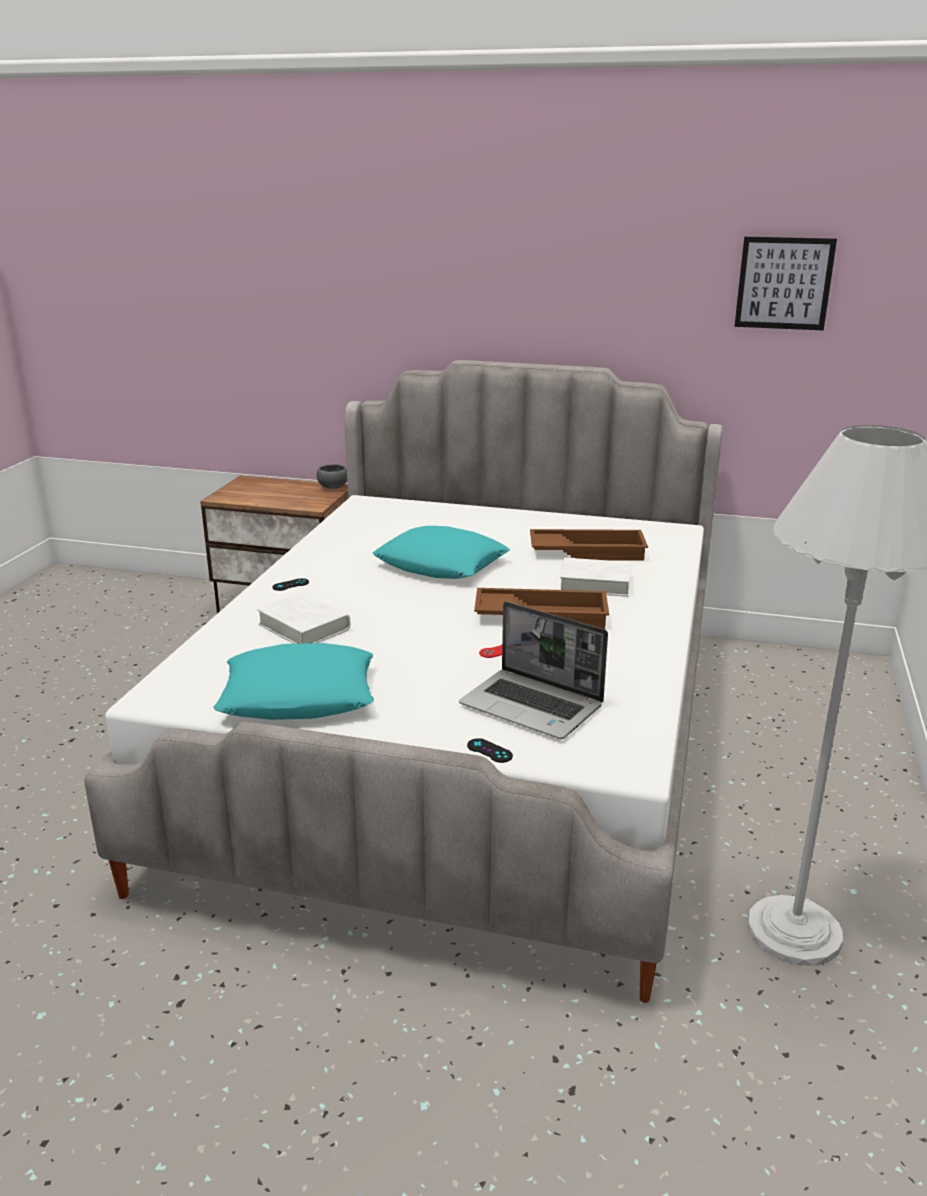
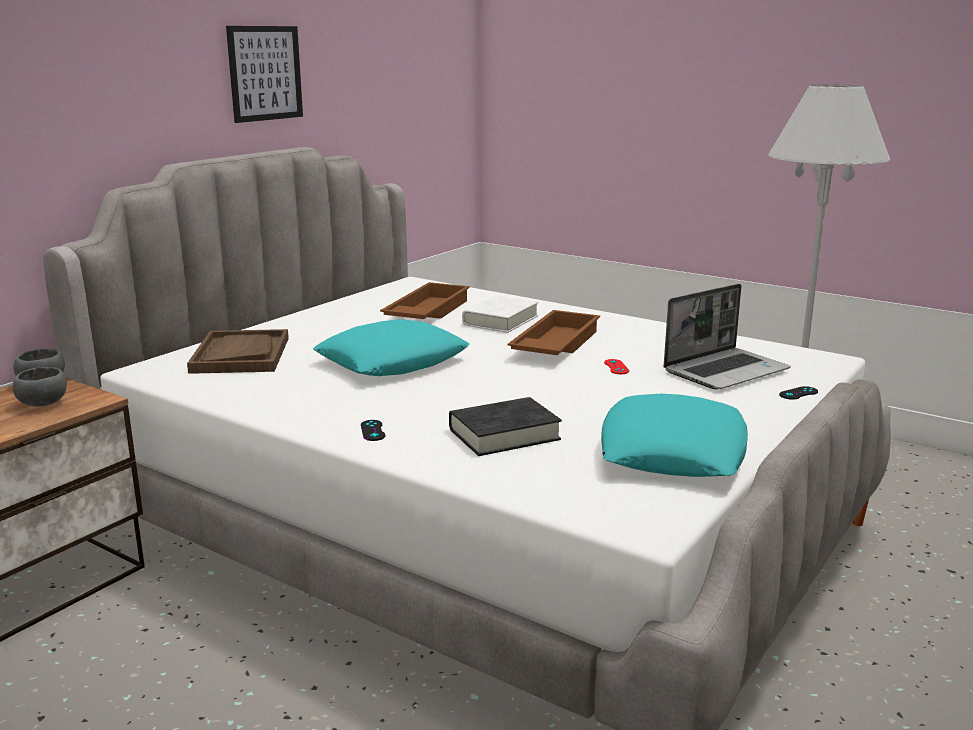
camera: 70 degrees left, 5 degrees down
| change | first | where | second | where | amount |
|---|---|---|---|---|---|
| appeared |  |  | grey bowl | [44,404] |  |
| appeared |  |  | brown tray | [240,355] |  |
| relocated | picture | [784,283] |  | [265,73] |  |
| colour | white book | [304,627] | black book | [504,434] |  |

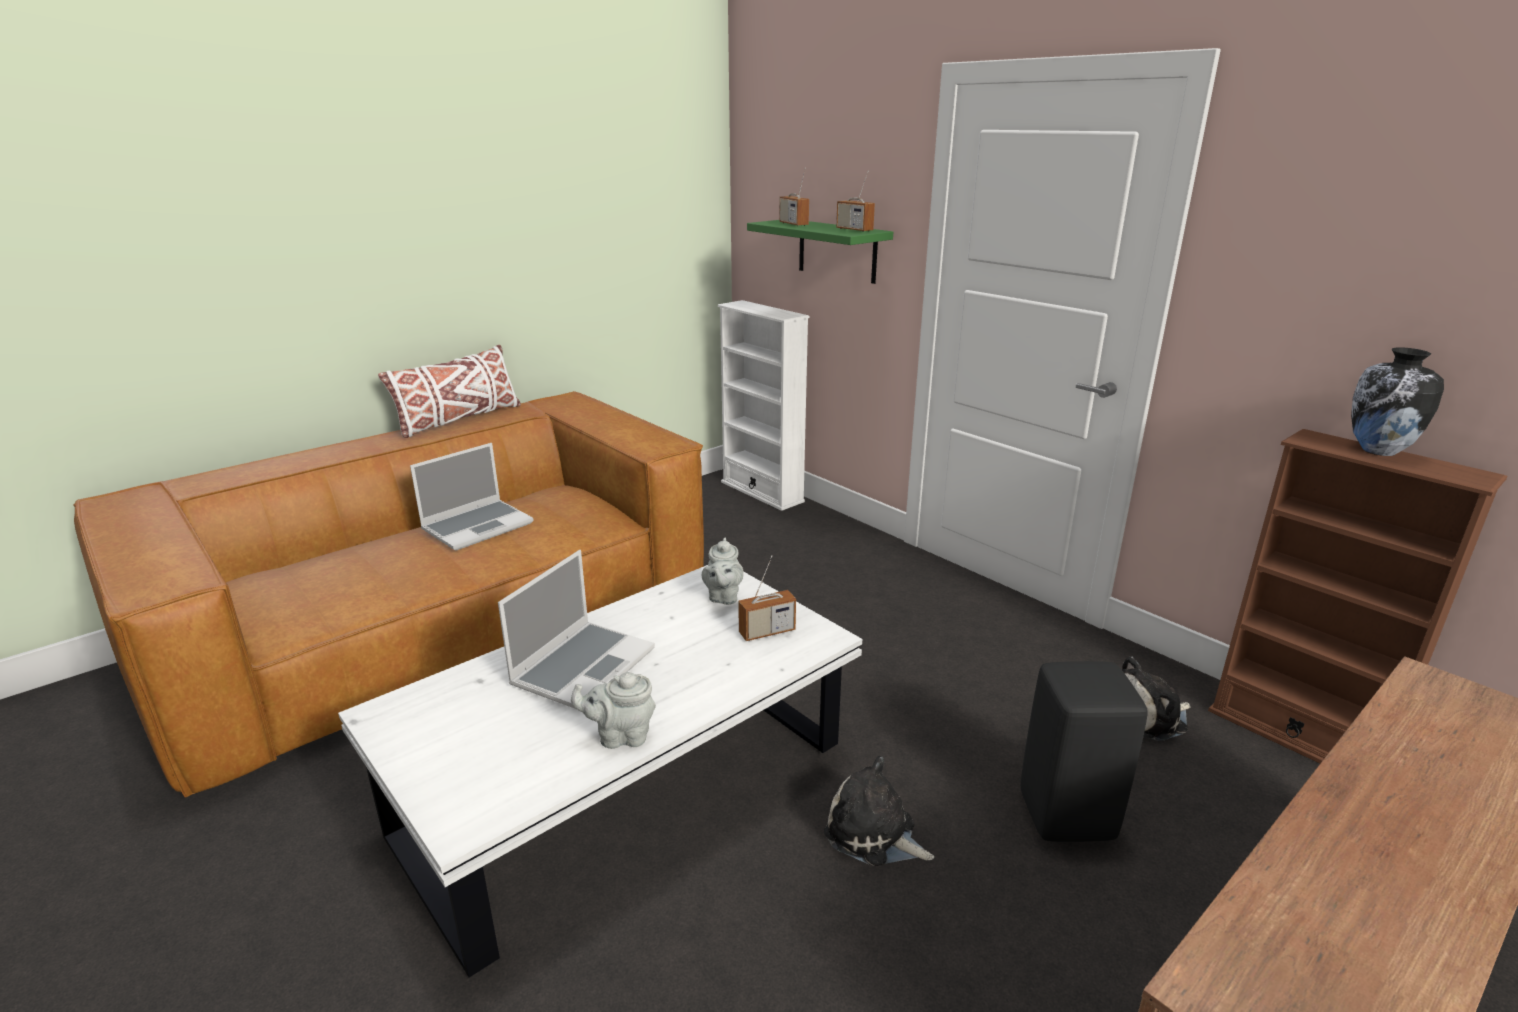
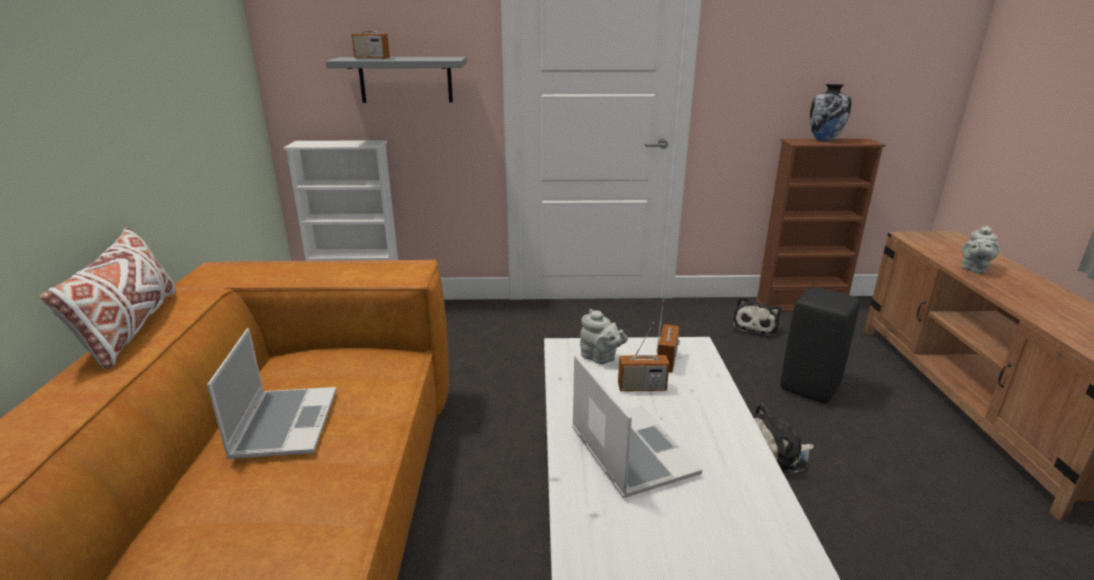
camera: 50 degrees left, 0 degrees up
| change | first | where | second | where | amount |
|---|---|---|---|---|---|
| colour | green shelf | [837,250] | grey shelf | [405,79] |  |
| relocated | radio | [854,230] |  | [641,387] |  |
| relocated | grey teapot | [620,736] |  | [973,269] |  |

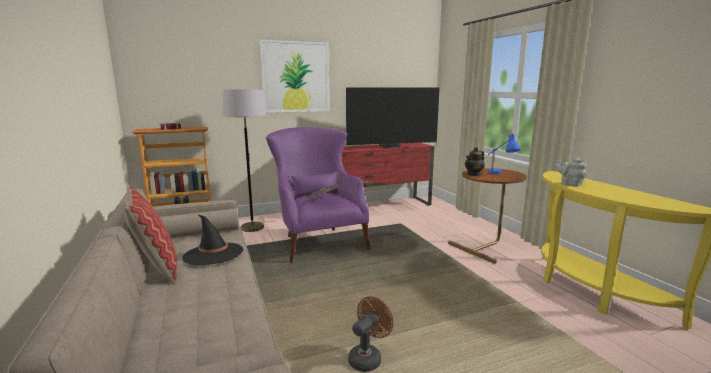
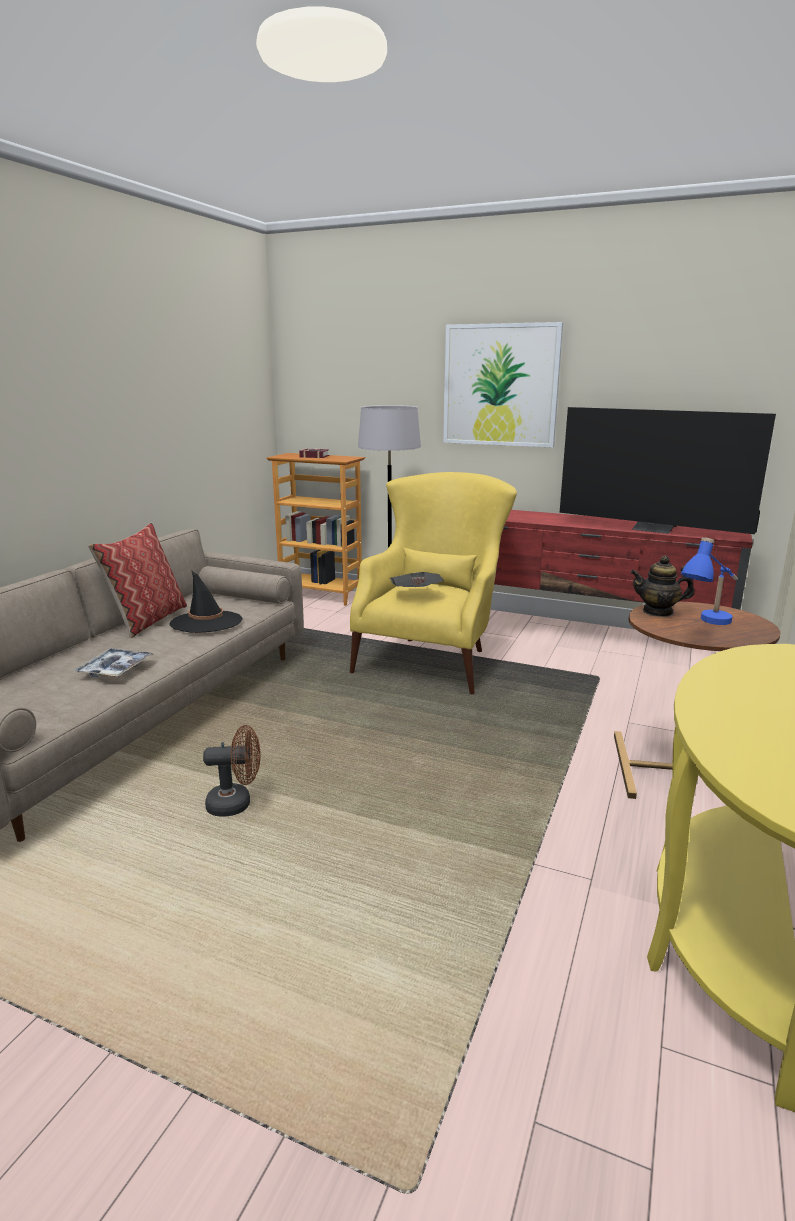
camera: 45 degrees right, 5 degrees up
| change | first | where | second | where | amount |
|---|---|---|---|---|---|
| appeared |  |  | tray | [115,669] |  |
| colour | purple armchair | [317,239] | yellow armchair | [434,656] |  |
| missing | grey teapot | [569,184] |  |  |  |

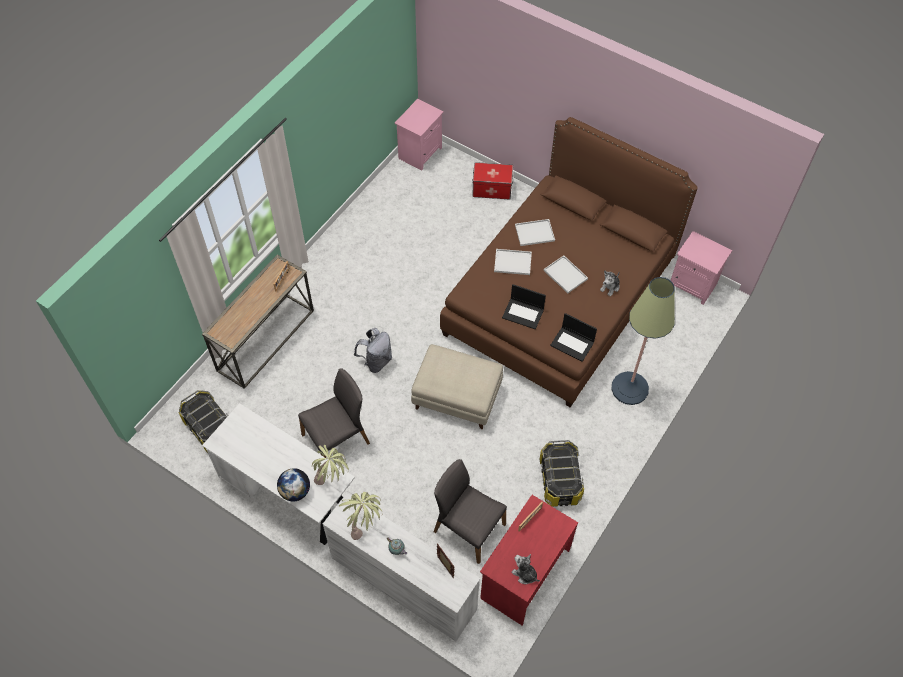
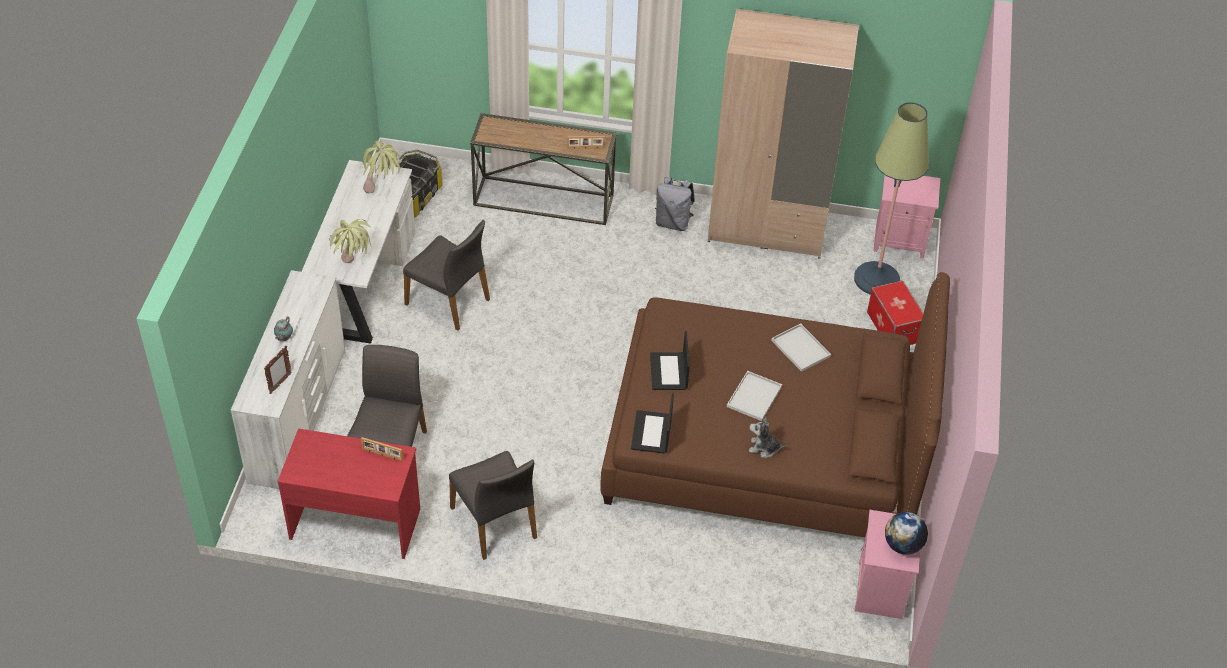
camera: 65 degrees right, 10 degrees down
| change | first | where | second | where | amount |
|---|---|---|---|---|---|
| relocated | potted plant | [364,525] |  | [383,192] |  |
| exchanged | storage box | [560,480] | grey chair | [495,522] |  |
| relocated | grey backpack | [376,361] |  | [673,222] |  |
| appeared |  |  | beige wardrobe | [767,228] |  |
| relocated | floor lamp | [629,388] |  | [876,279] |  |
| relocated | globe | [295,491] |  | [902,545] |  |
| missing | beige ottoman | [458,397] |  |  |  |
| missing | white tray | [512,262] |  |  |  |
| missing | plush toy | [524,574] |  |  |  |

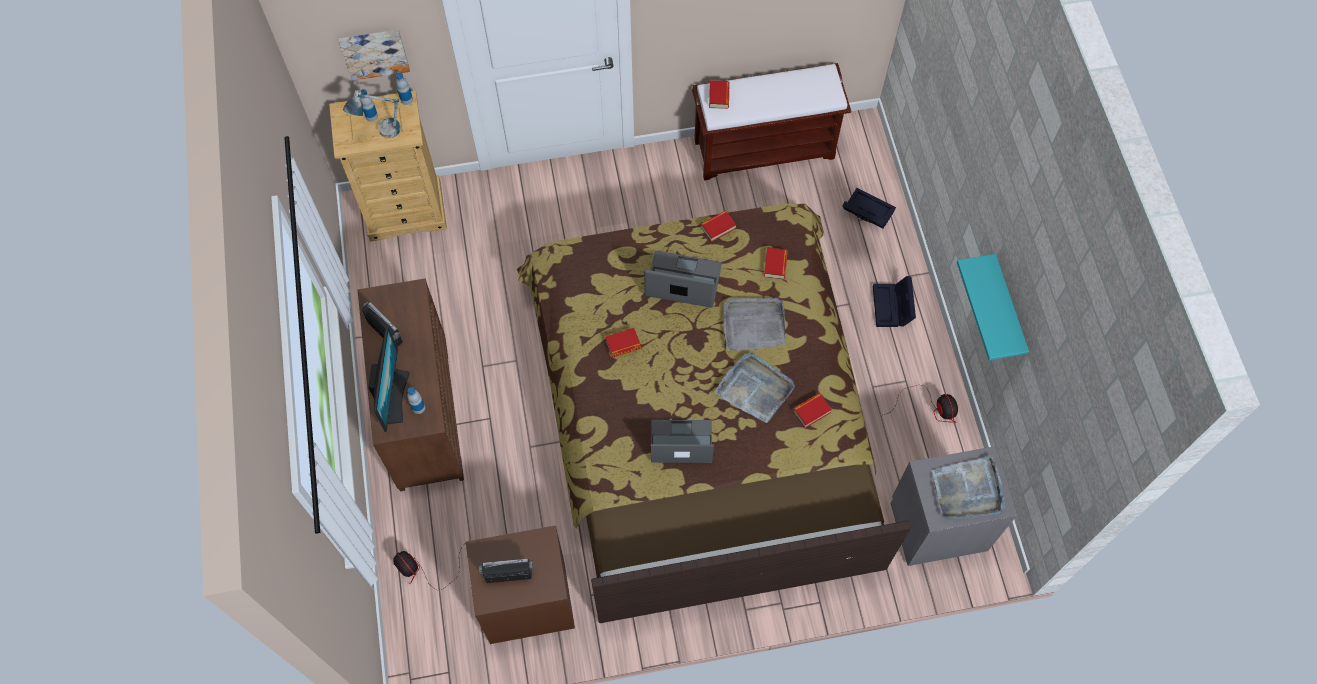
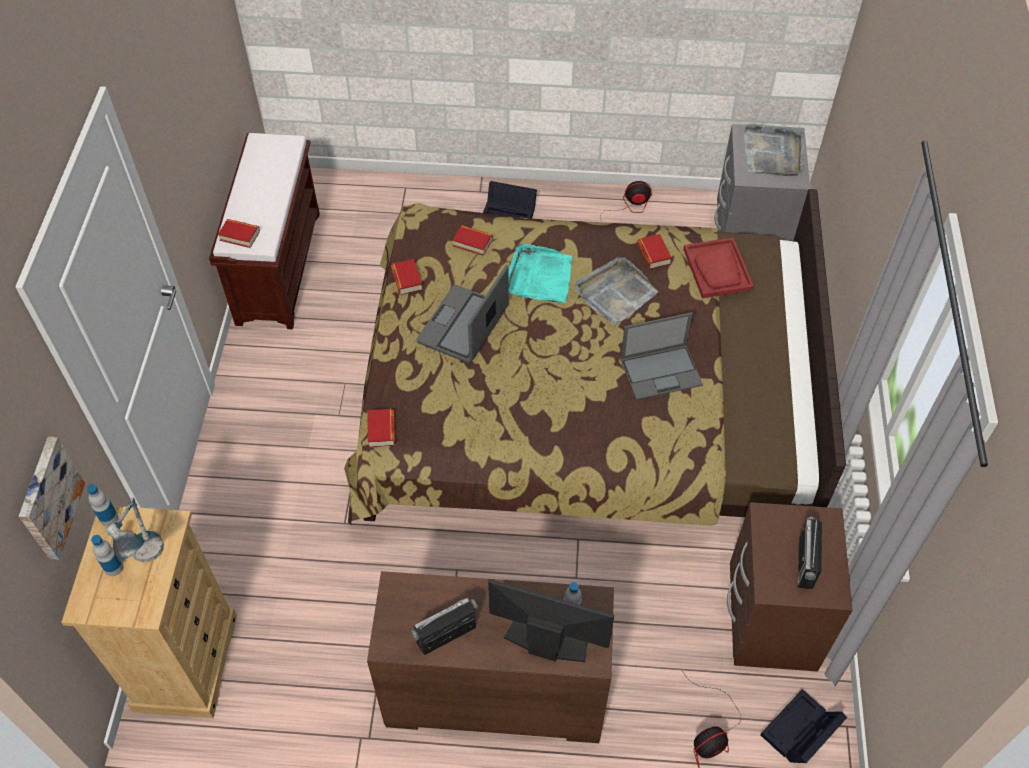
camera: 75 degrees left, 10 degrees down
| change | first | where | second | where | amount |
|---|---|---|---|---|---|
| relocated | book | [623,344] |  | [381,430] |  |
| colour | grey tray | [753,325] | turquoise tray | [539,277] |  |
| spun | laptop | [680,442] |  | [661,371] | 120 degrees counterclockwise |
| appeared |  |  | red tray | [717,269] |  |
| relocated | black storage box | [866,212] |  | [799,732] |  |
| missing | turquoise shelf | [1007,311] |  |  |  |

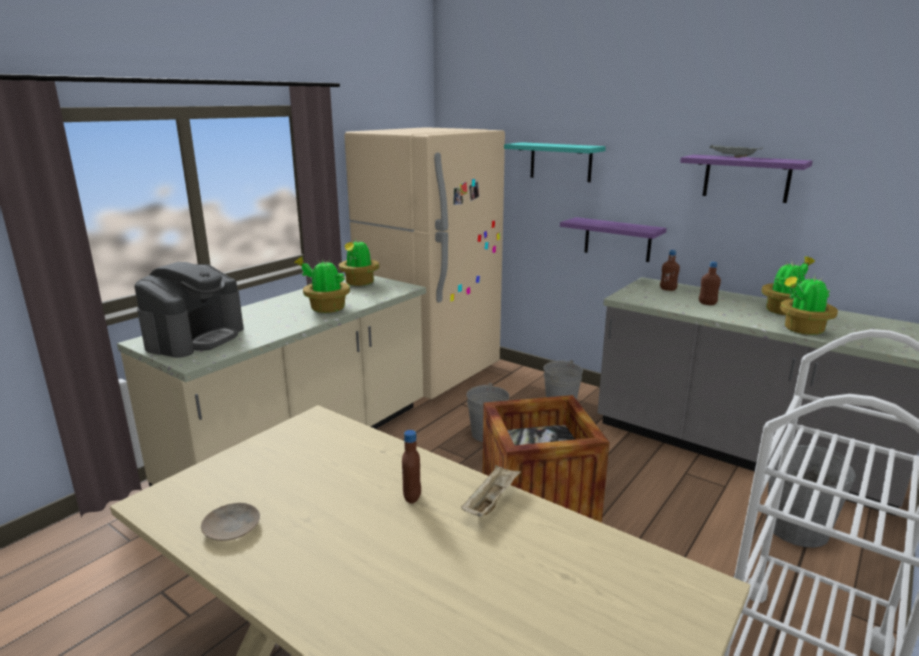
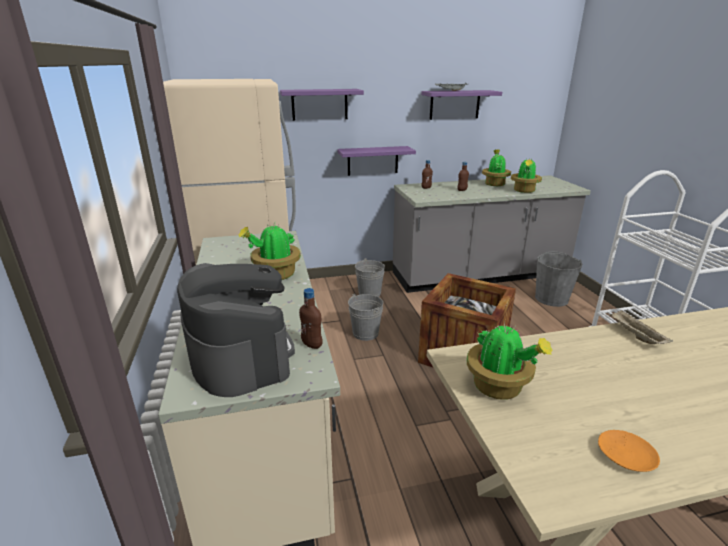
camera: 50 degrees left, 5 degrees up
| change | first | where | second | where | amount |
|---|---|---|---|---|---|
| colour | turquoise shelf | [560,162] | purple shelf | [319,104] |  |
| relocated | brown bottle | [412,497] |  | [312,344] |  |
| relocated | potted plant | [359,283] |  | [499,387] |  |
| colour | beige plate | [232,527] | orange plate | [625,455] |  |

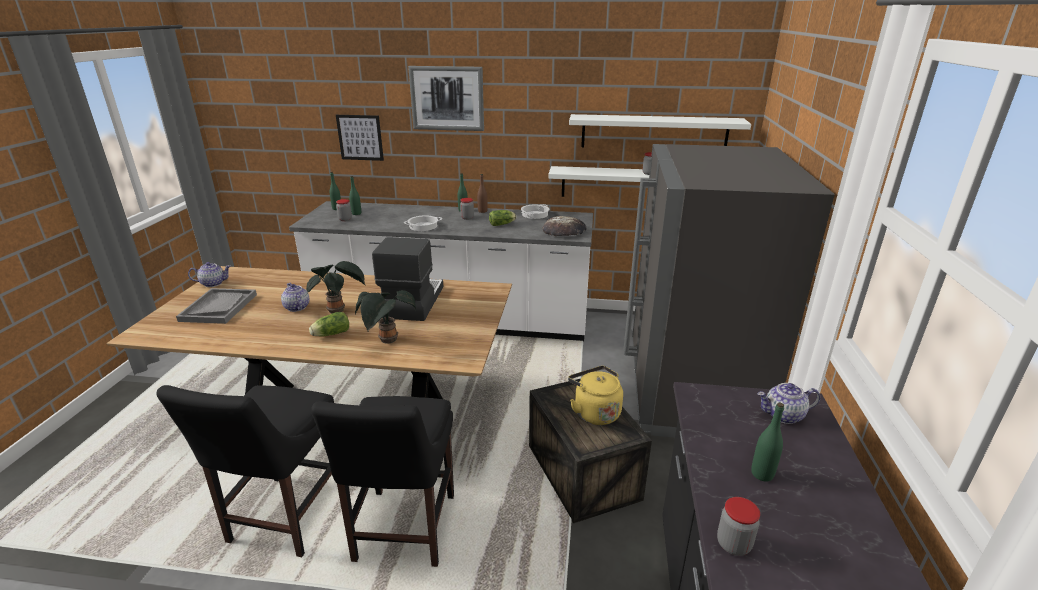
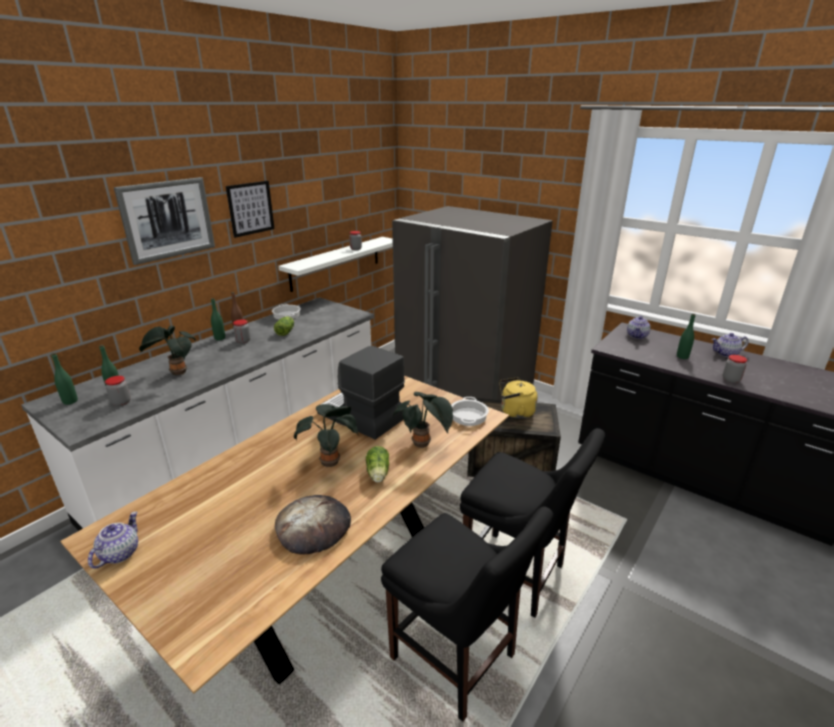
camera: 60 degrees left, 0 degrees up
| change | first | where | second | where | amount |
|---|---|---|---|---|---|
| appeared |  |  | potted plant | [176,373] |  |
| relocated | picture | [360,137] |  | [250,208] |  |
| relocated | bread | [564,231] |  | [313,527] |  |
| relocated | cooking pot | [423,226] |  | [469,416] |  |
| relocated | teapot | [296,307] |  | [726,354] |  |
| missing | grey tray | [219,307] |  |  |  |
| missing | white shelf | [654,132] |  |  |  |

